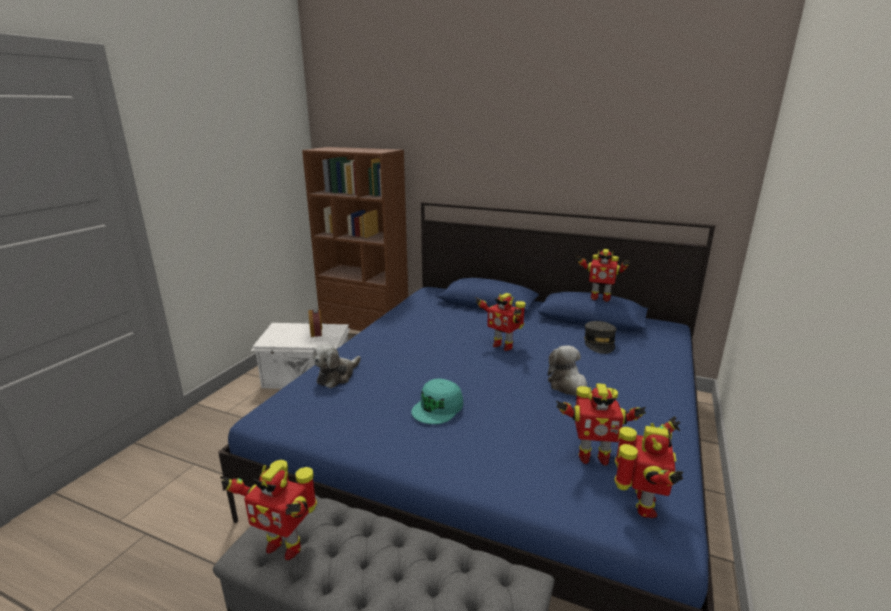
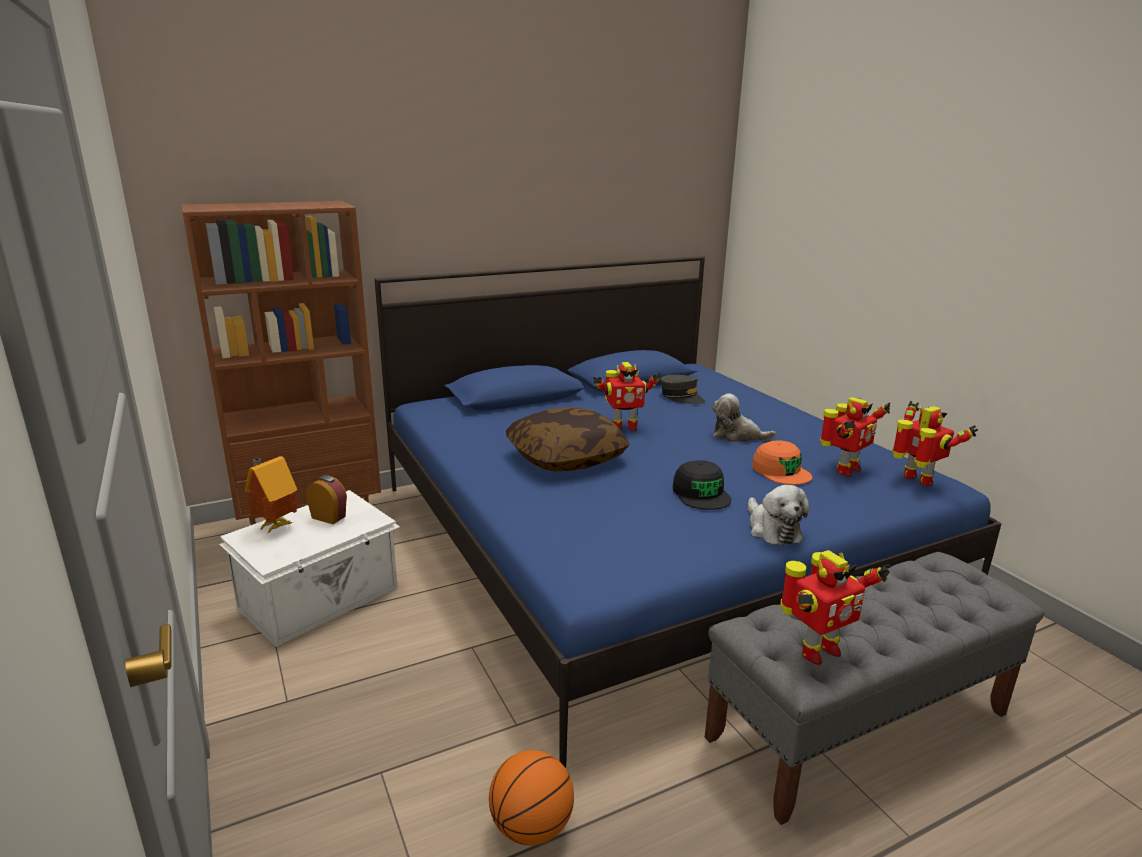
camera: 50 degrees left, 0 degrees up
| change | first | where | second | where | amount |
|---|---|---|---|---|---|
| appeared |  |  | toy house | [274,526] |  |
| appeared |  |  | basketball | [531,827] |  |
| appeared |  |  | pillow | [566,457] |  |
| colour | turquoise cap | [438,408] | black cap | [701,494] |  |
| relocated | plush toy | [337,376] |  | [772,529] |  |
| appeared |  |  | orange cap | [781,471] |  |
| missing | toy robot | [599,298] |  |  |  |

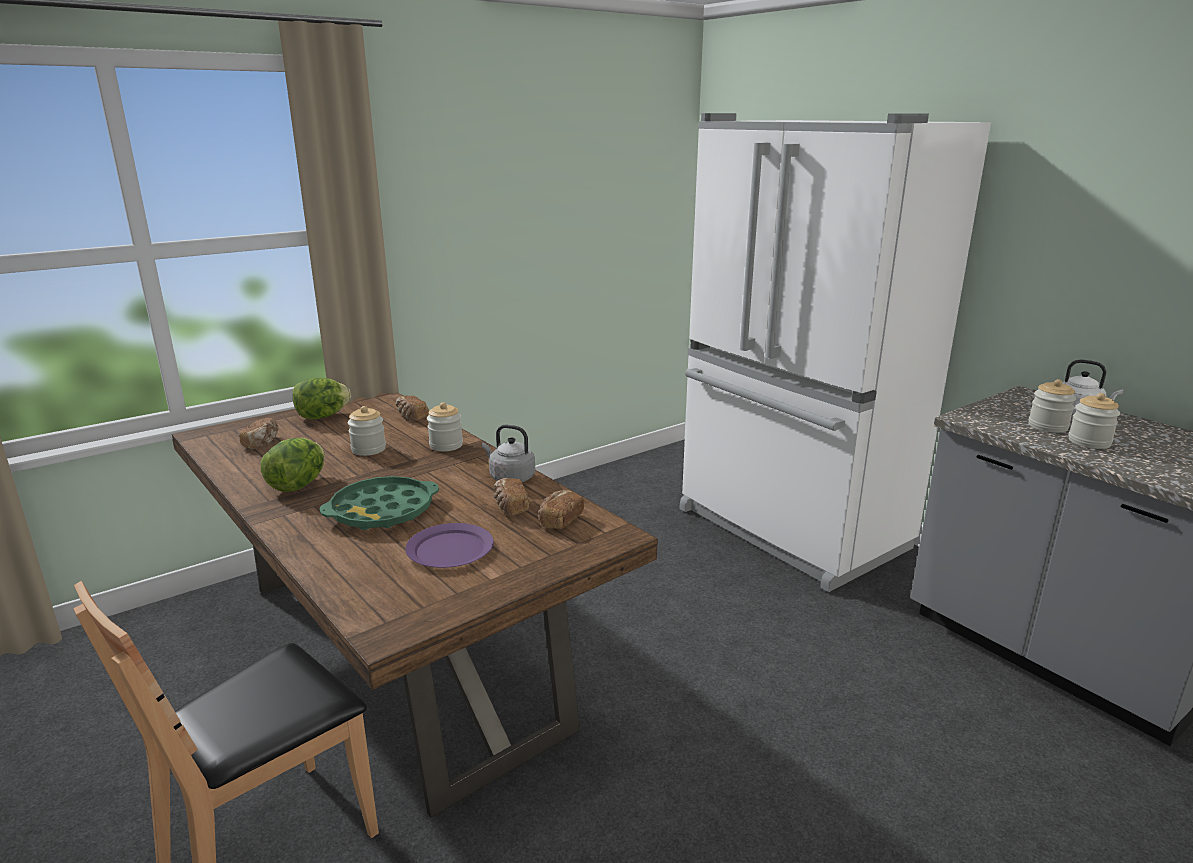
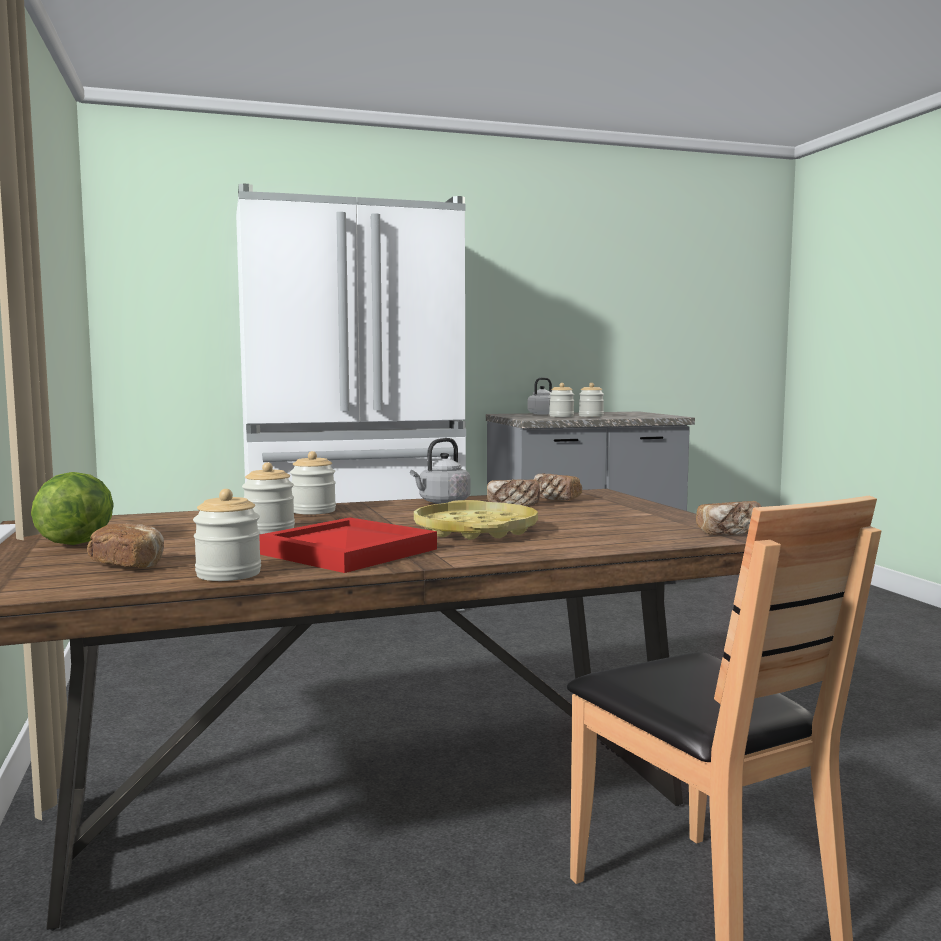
camera: 70 degrees left, 15 degrees down
| change | first | where | second | where | amount |
|---|---|---|---|---|---|
| appeared |  |  | jar | [228,574] |  |
| exchanged | lettuce | [298,485] | red tray | [347,552] |  |
| colour | green tray | [382,511] | yellow tray | [475,530] |  |
| relocated | bread | [411,416] |  | [730,533] |  |
| missing | purple plate | [450,549] |  |  |  |

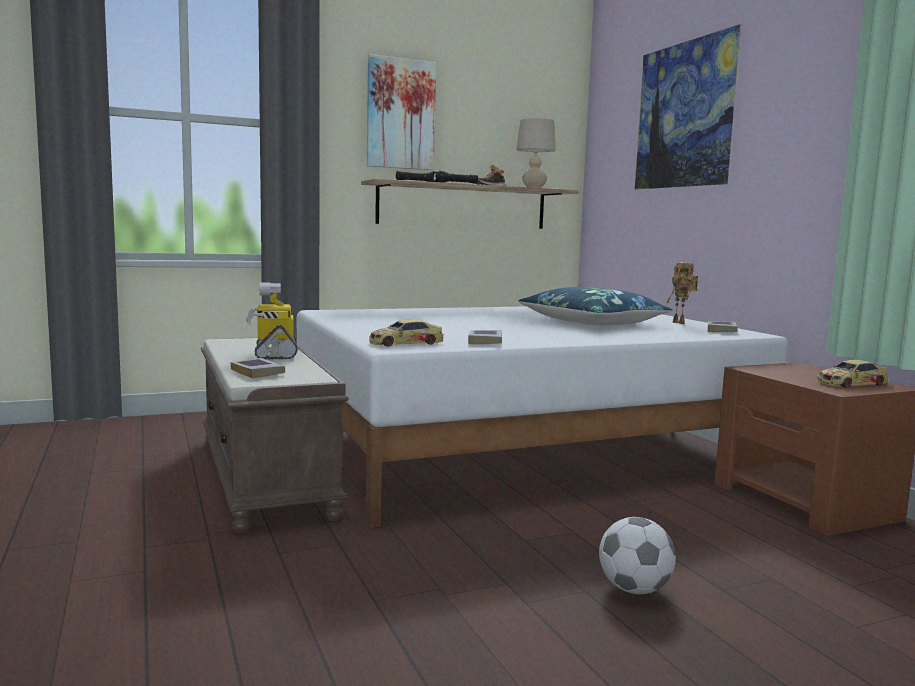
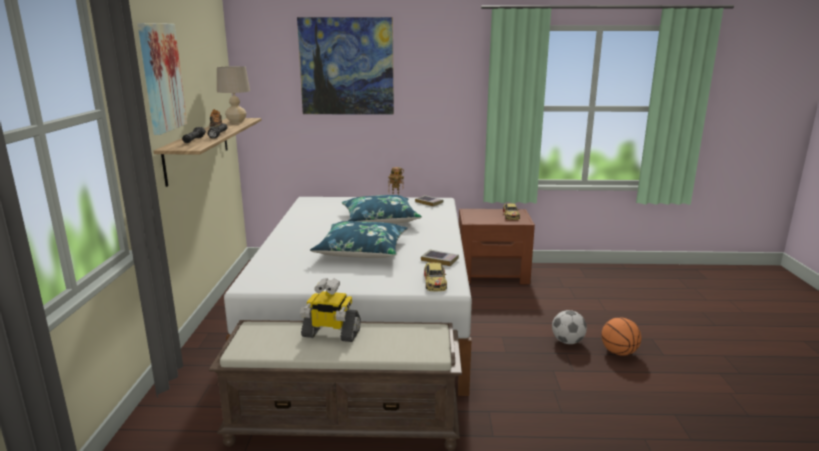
camera: 65 degrees left, 10 degrees up
| change | first | where | second | where | amount |
|---|---|---|---|---|---|
| appeared |  |  | blue pillow | [361,250] |  |
| appeared |  |  | basketball | [618,352] |  |
| missing | book | [257,372] |  |  |  |

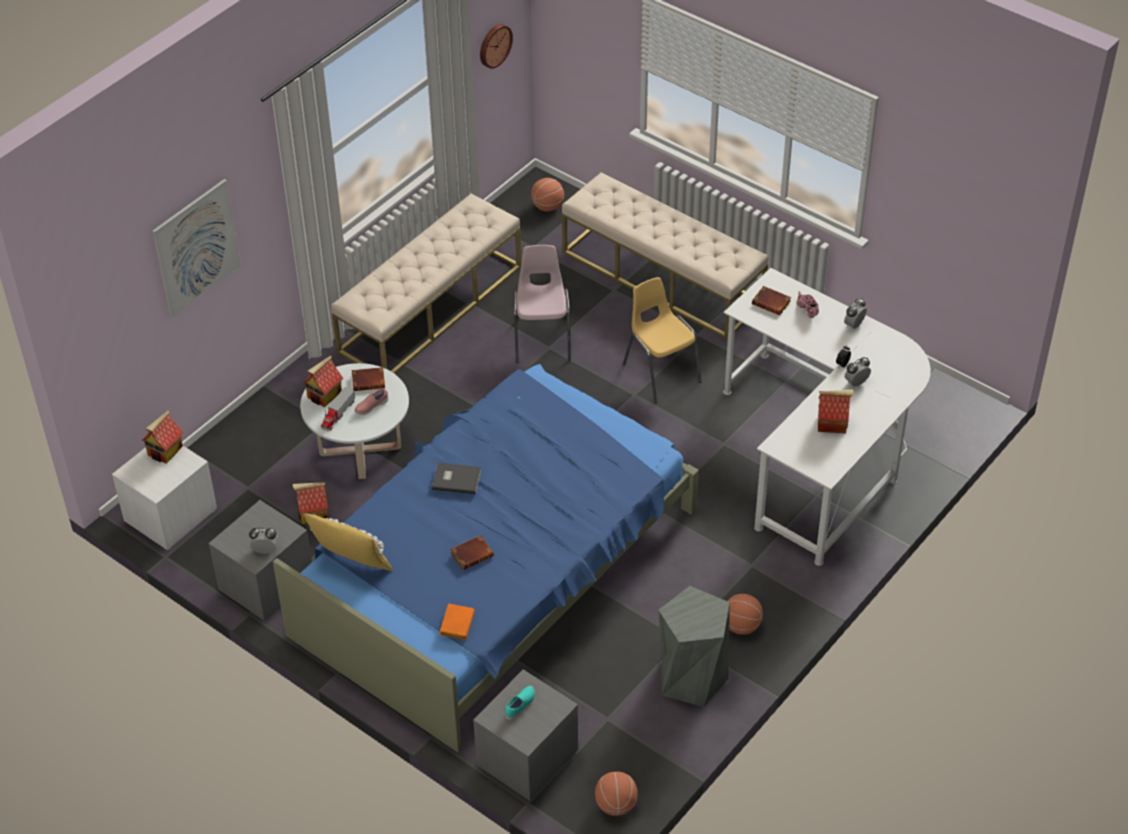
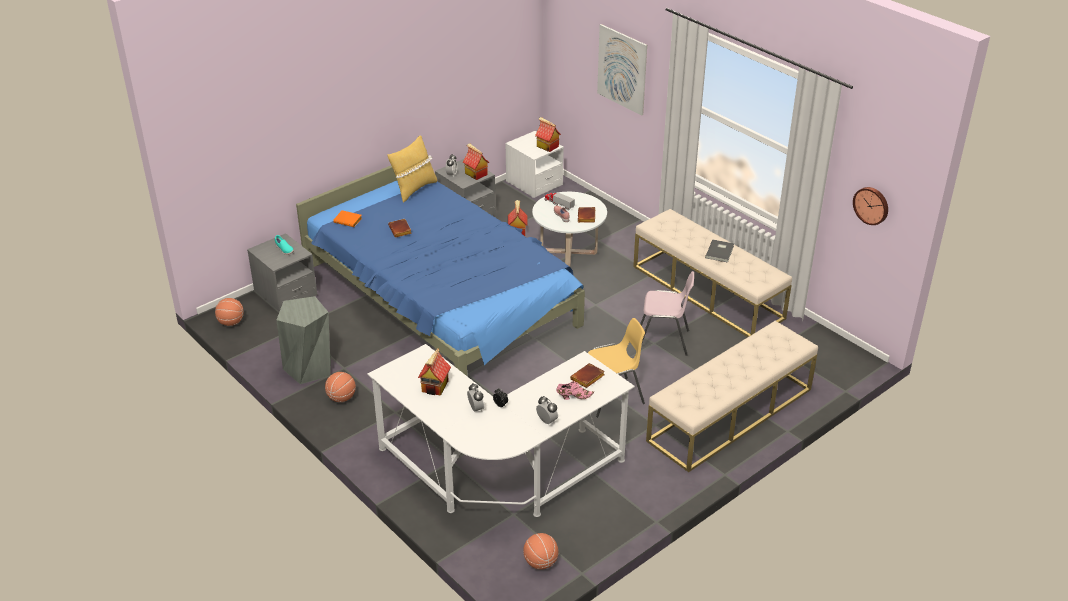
camera: 100 degrees right, 10 degrees down
| change | first | where | second | where | amount |
|---|---|---|---|---|---|
| relocated | toy house | [324,395] |  | [475,174] |  |
| relocated | basketball | [548,206] |  | [540,562] |  |
| relocated | grey book | [456,479] |  | [720,252] |  |

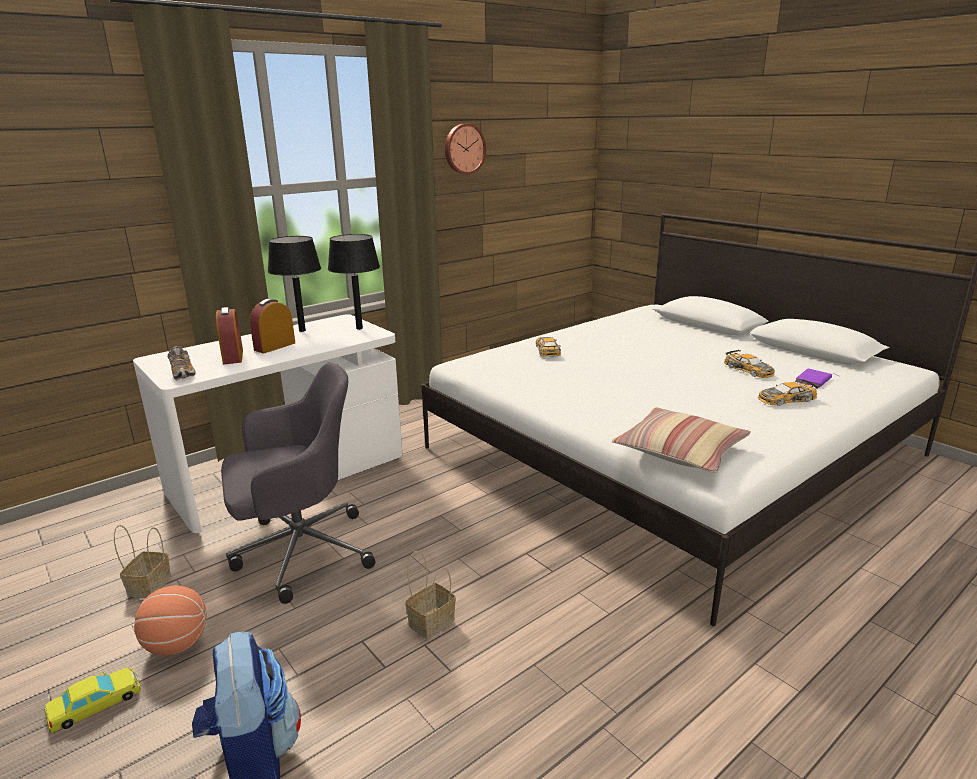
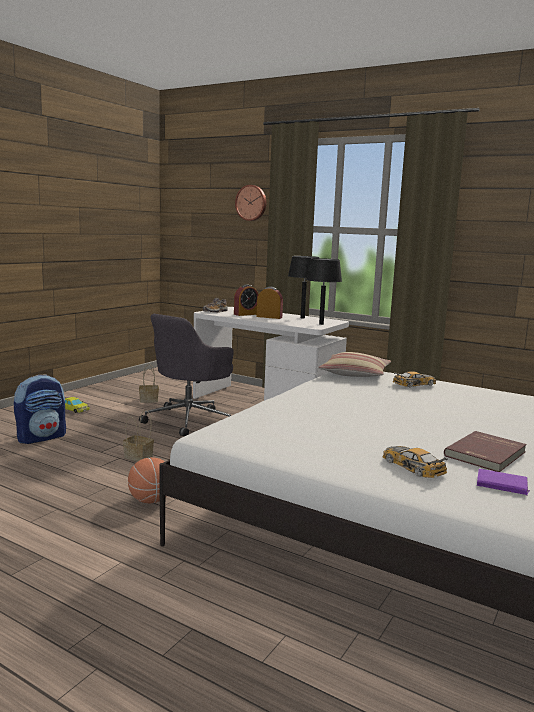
camera: 70 degrees right, 10 degrees down
| change | first | where | second | where | amount |
|---|---|---|---|---|---|
| relocated | basketball | [176,644] |  | [150,500] |  |
| spun | grey office chair | [299,552] |  | [189,420] | 75 degrees clockwise |
| relocated | wall clock | [464,149] |  | [251,203] |  |
| relocated | pillow | [680,451] |  | [355,374] |  |
| exchanged | toy car | [749,370] | red book | [486,454] |  |

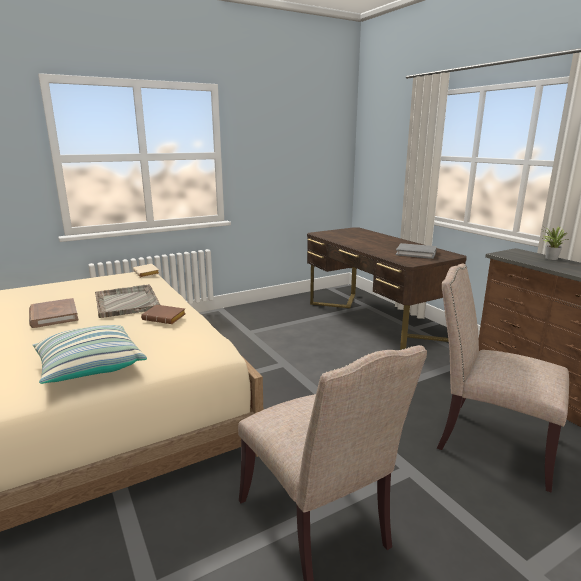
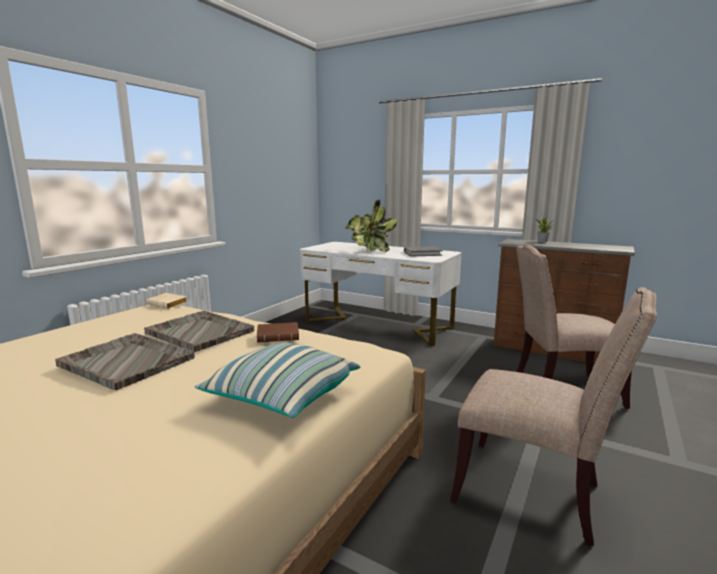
camera: 30 degrees left, 5 degrees down
| change | first | where | second | where | amount |
|---|---|---|---|---|---|
| exchanged | brown book | [53,316] | grey tray | [126,361] |  |
| colour | brown desk | [373,320] | white desk | [377,324] |  |
| appeared |  |  | potted plant | [368,250] |  |

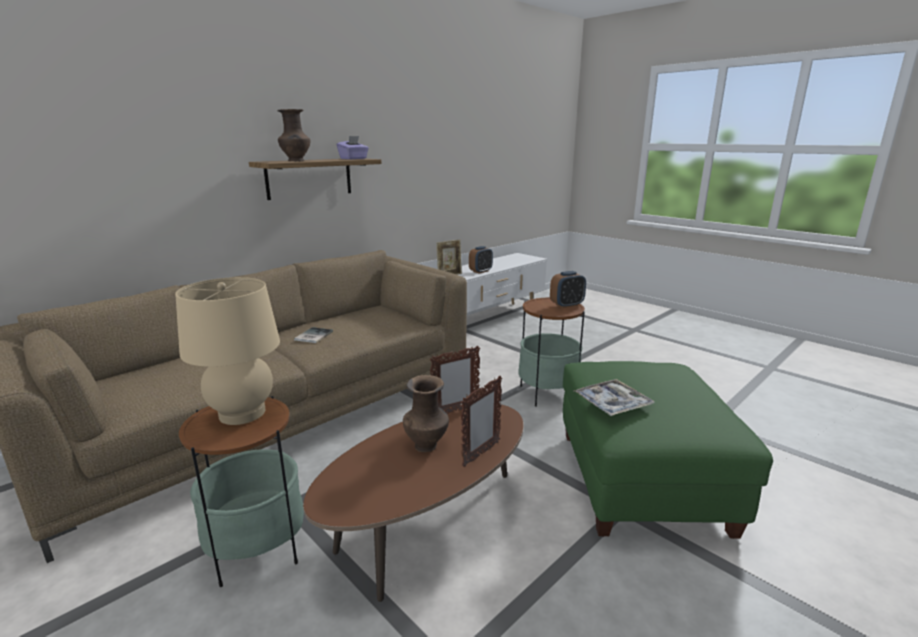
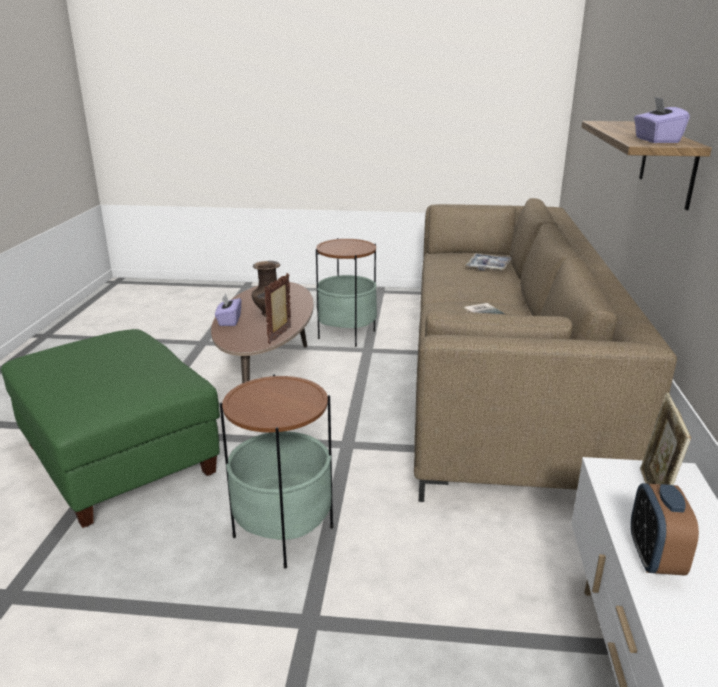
camera: 140 degrees right, 5 degrees up
| change | first | where | second | where | amount |
|---|---|---|---|---|---|
| exchanged | picture frame | [480,454] | purple tissue box | [229,321] |  |
| relocated | tray | [612,404] |  | [488,267] |  |
| missing | beige table lamp | [242,413] |  |  |  |
| missing | brown vase | [296,161] |  |  |  |
| missing | alarm clock | [566,305] |  |  |  |

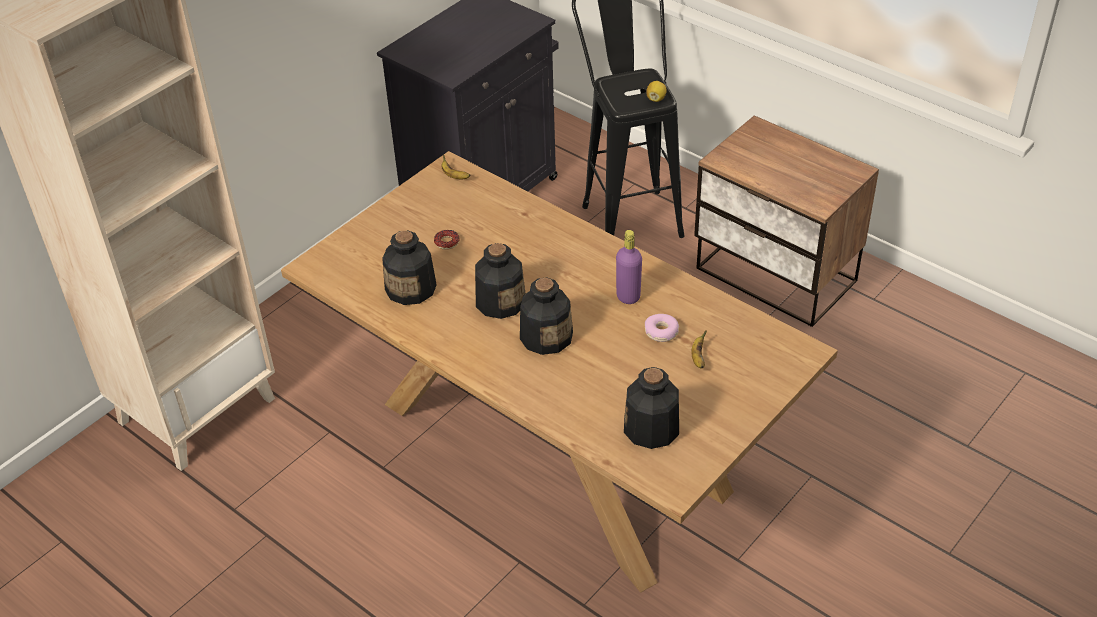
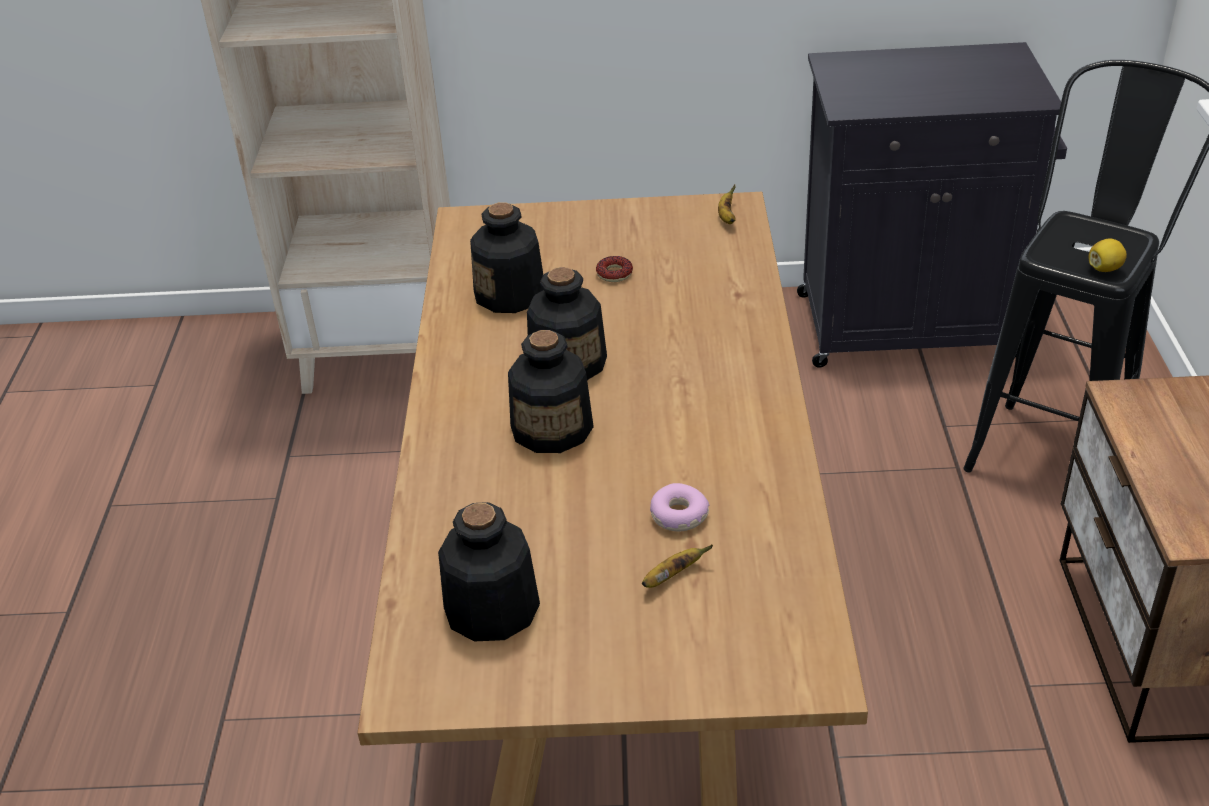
camera: 50 degrees right, 5 degrees down
| change | first | where | second | where | amount |
|---|---|---|---|---|---|
| missing | purple bottle | [628,296] |  |  |  |

